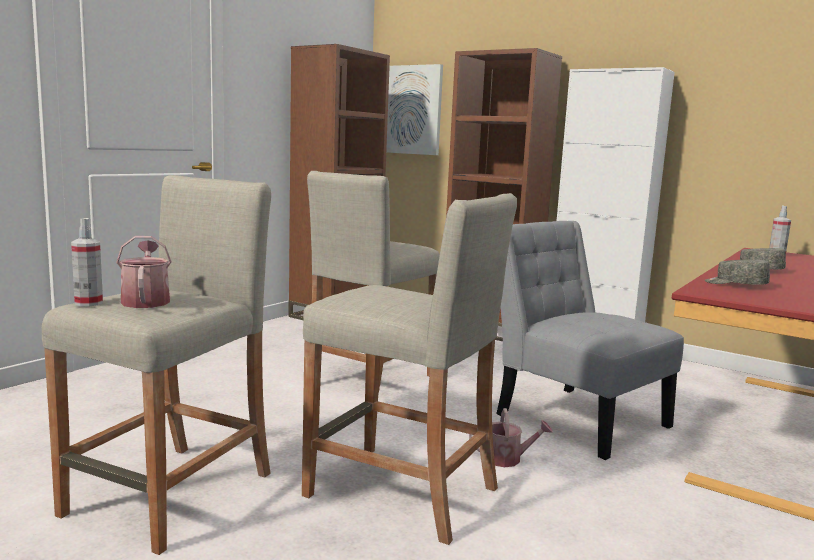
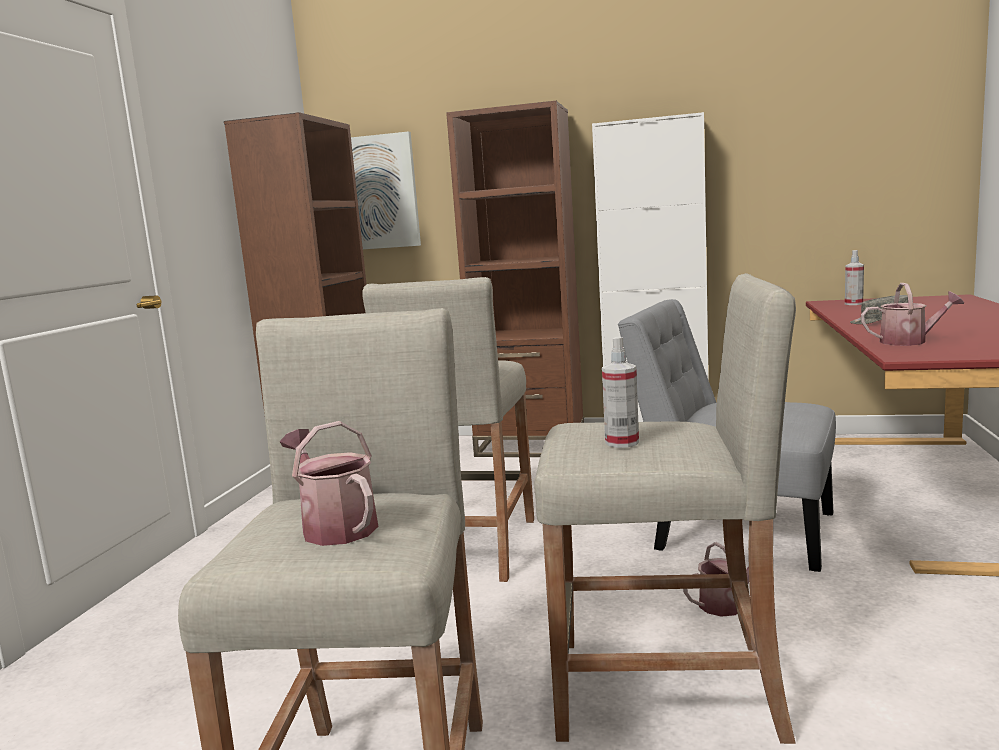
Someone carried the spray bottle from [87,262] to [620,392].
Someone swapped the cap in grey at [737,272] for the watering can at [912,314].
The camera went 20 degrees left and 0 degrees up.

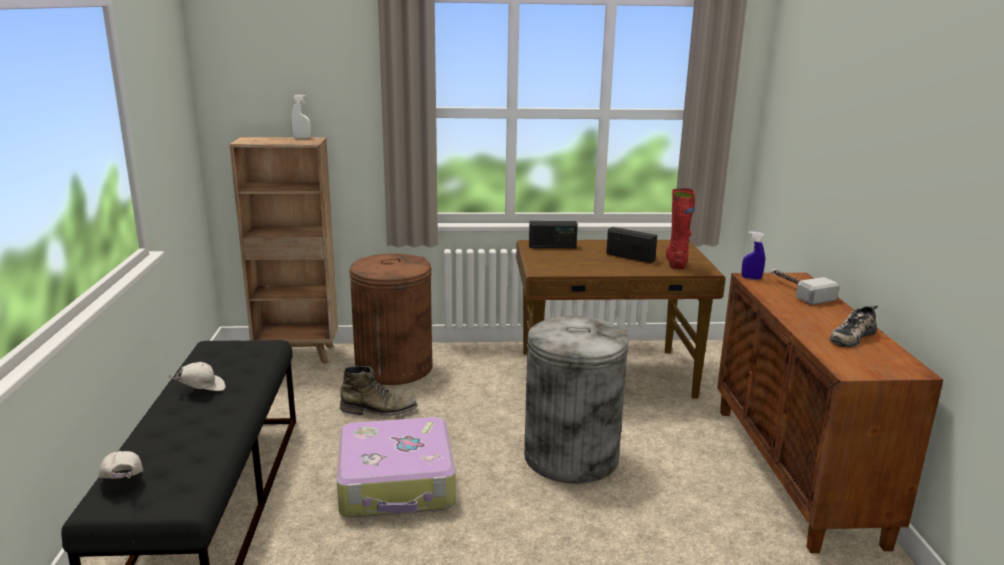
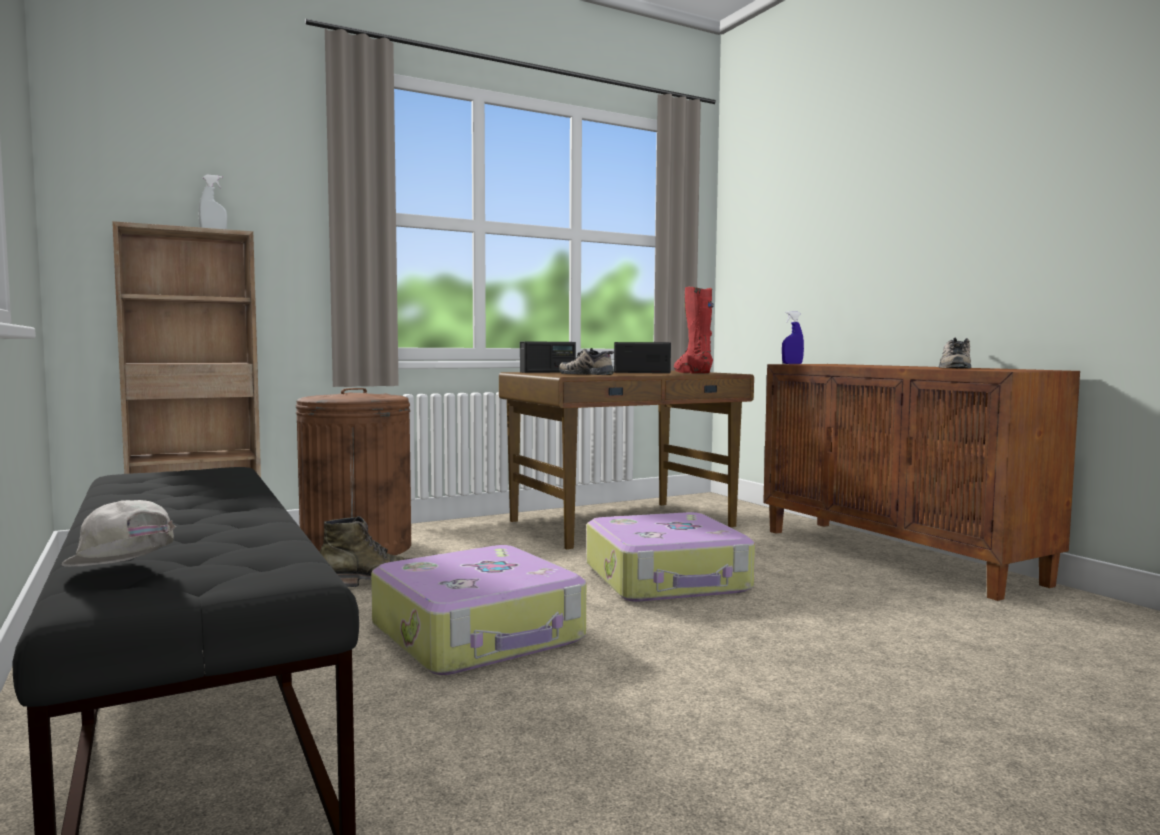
Someone put down the shoe at [586,361].
Someone swapped the trash can in grey at [576,400] for the suitcase at [671,557].
Someone took away the cap in white at [197,376].
Someone took away the hammer at [805,287].
The camera went 25 degrees left and 15 degrees down.

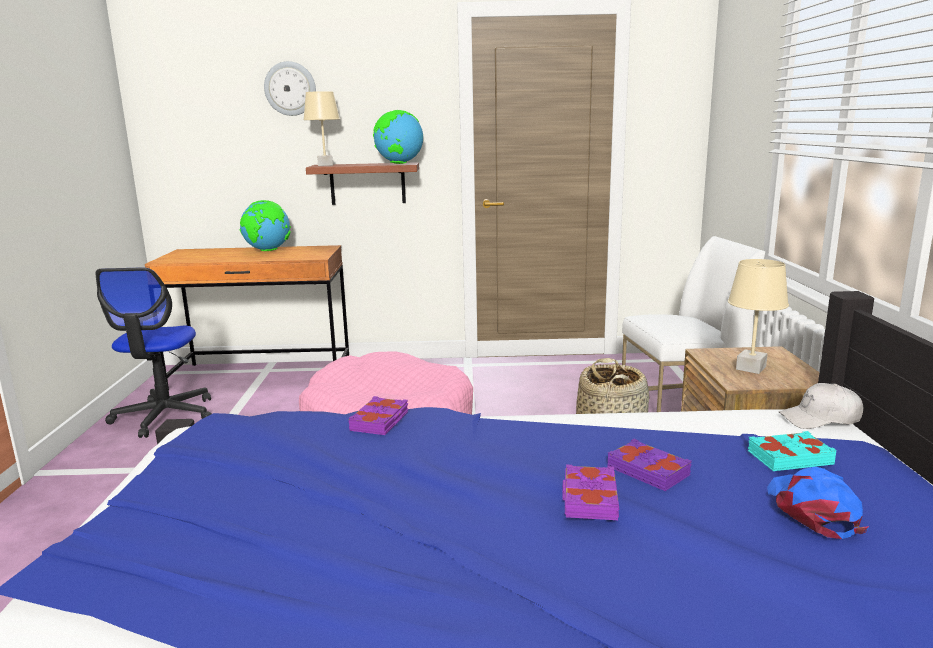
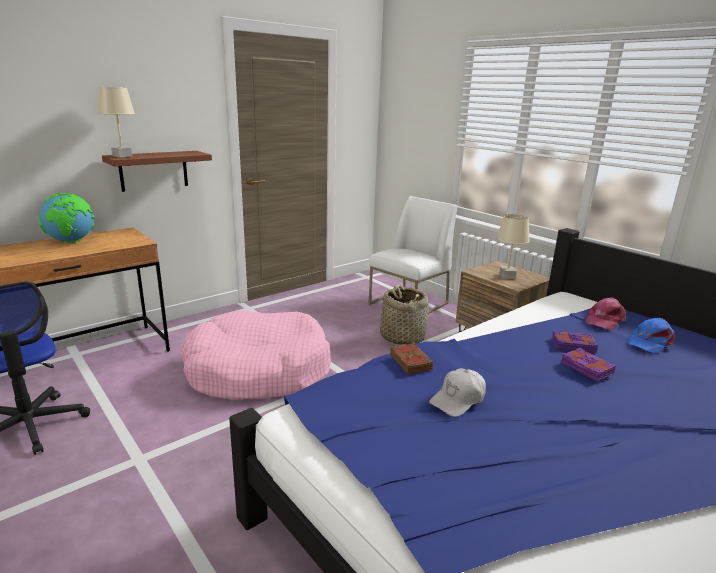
Someone repainted the book in purple at [378,415], which became the book in brown at [411,358].
Someone carried the cap in white from [821,406] to [457,392].
Someone swapped the book in turquoise at [792,451] for the cap in pink at [605,313].
Someone rotated the cap in blue at [818,503] by 90 degrees counterclockwise.
Someone took away the wall clock at [290,88].
Someone took away the globe at [398,137].
The camera went 40 degrees left and 5 degrees up.

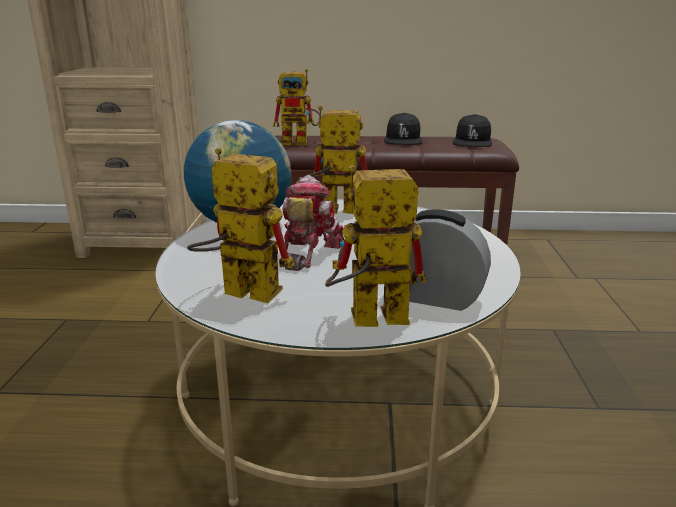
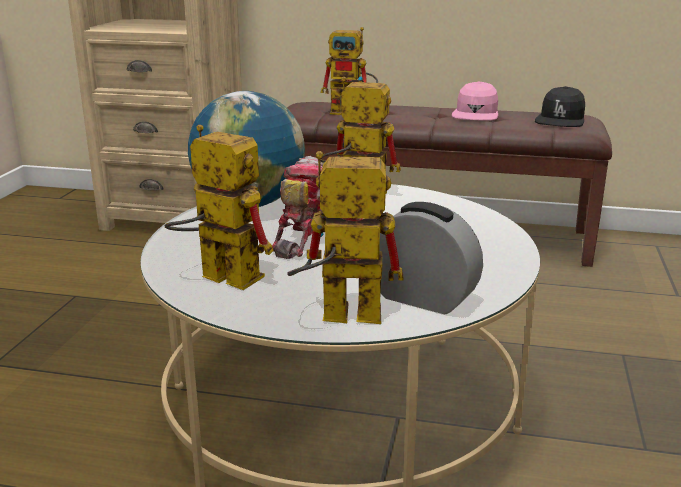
Someone repainted the cap in black at [403,129], which became the cap in pink at [475,101].
The camera went 10 degrees right and 0 degrees up.

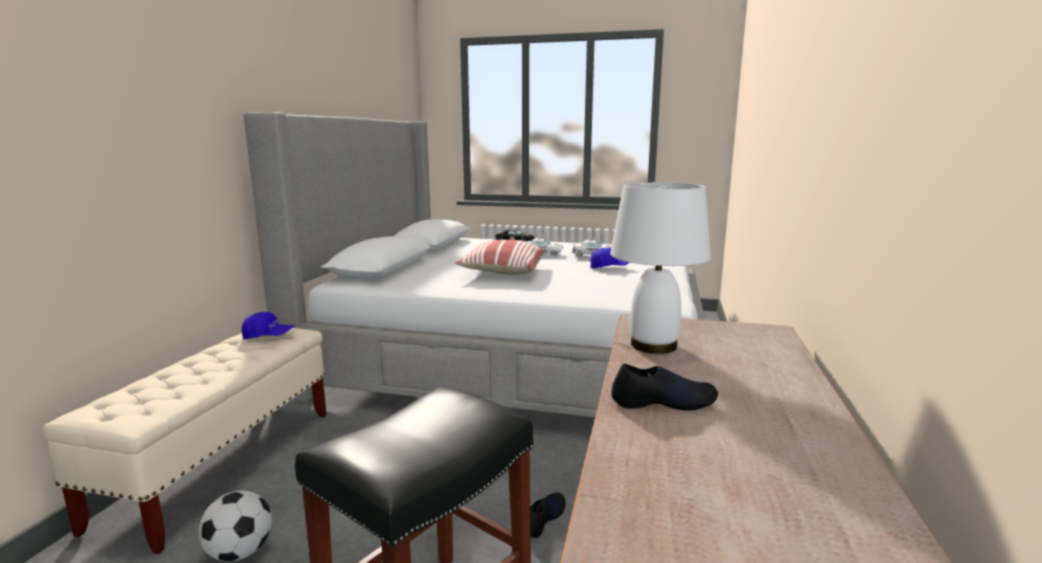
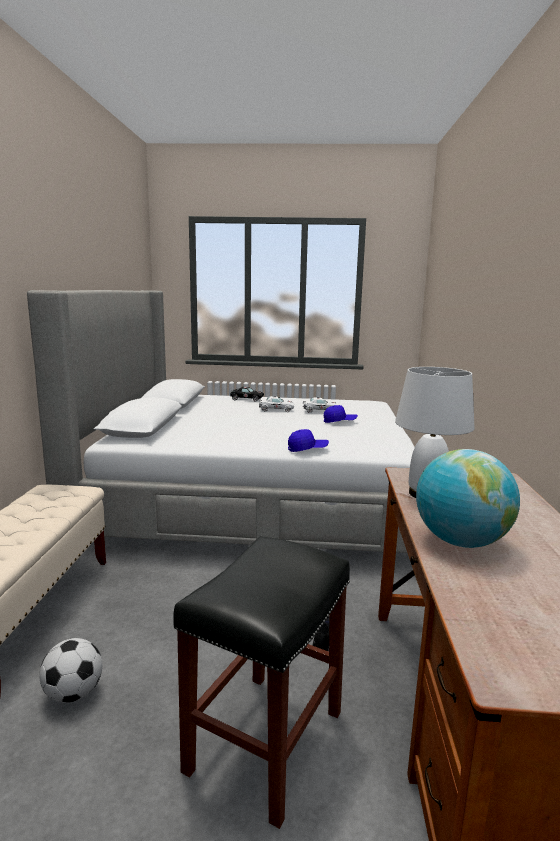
Someone carried the cap in blue from [268,325] to [308,440].
Someone swapped the shoe in black at [664,387] for the globe at [468,498].
Someone took away the pillow at [499,257].
The camera went 10 degrees left and 0 degrees up.

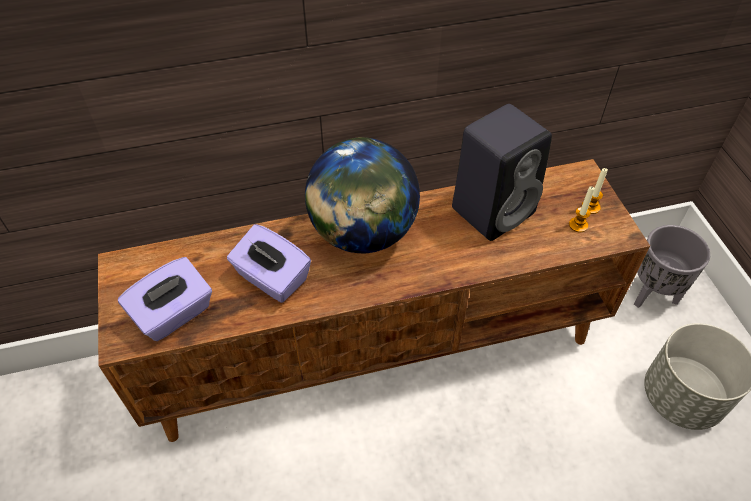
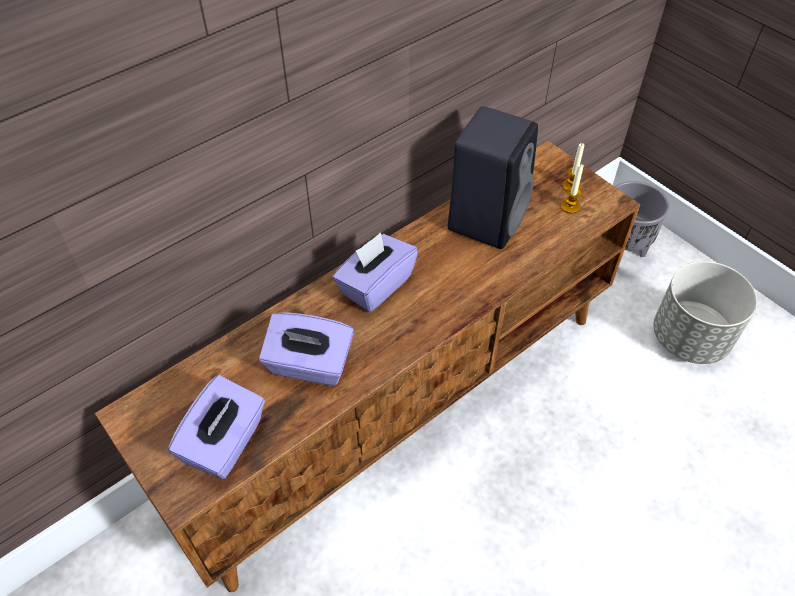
Someone swapped the globe at [362,195] for the tissue box in purple at [375,272].
The camera went 25 degrees left and 0 degrees up.

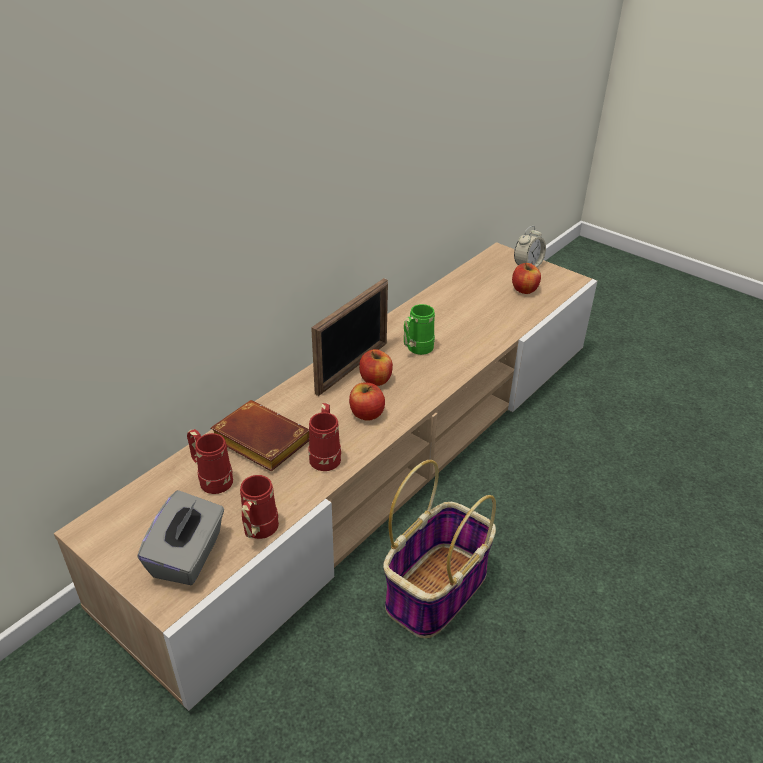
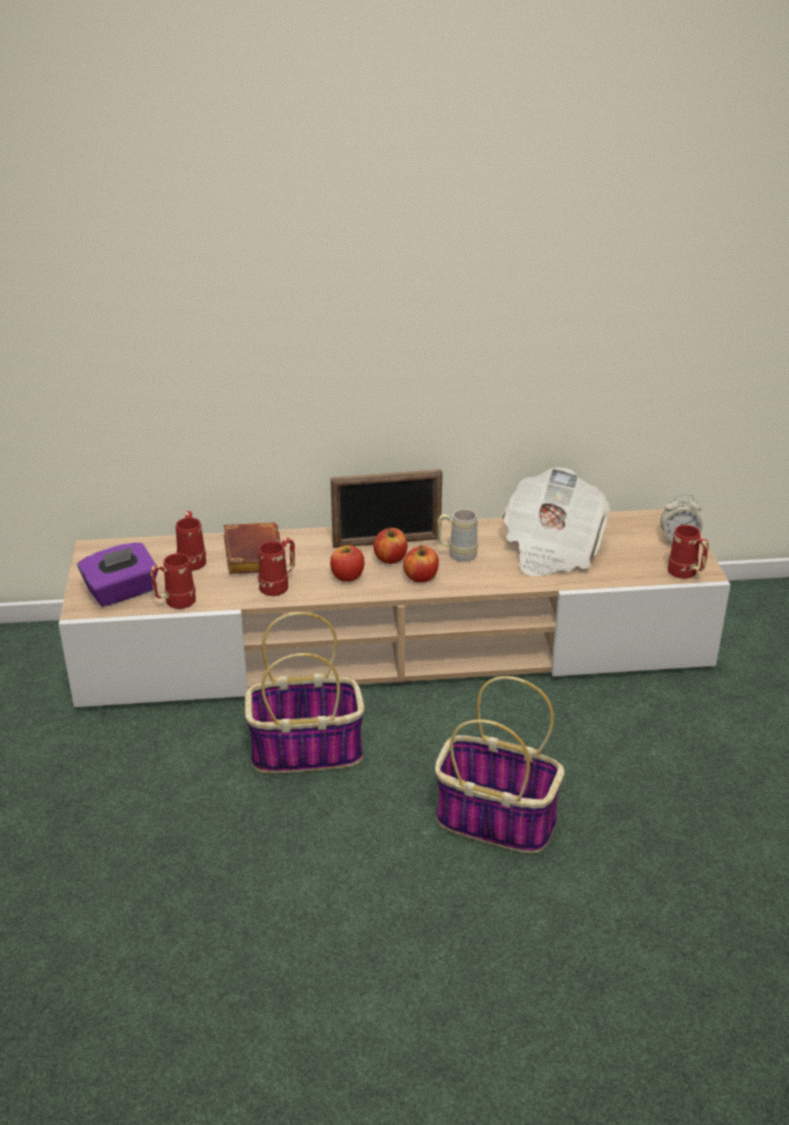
Someone repainted the tissue box in grey at [180,537], which became the tissue box in purple at [118,575].
Someone carried the apple from [526,278] to [421,563].
Someone put down the basket at [500,765].
Someone repainted the mug in green at [419,329], which became the mug in beige at [457,535].
Someone put down the newspaper at [556,521].
Someone put down the mug in red at [688,552].
The camera went 45 degrees right and 5 degrees down.

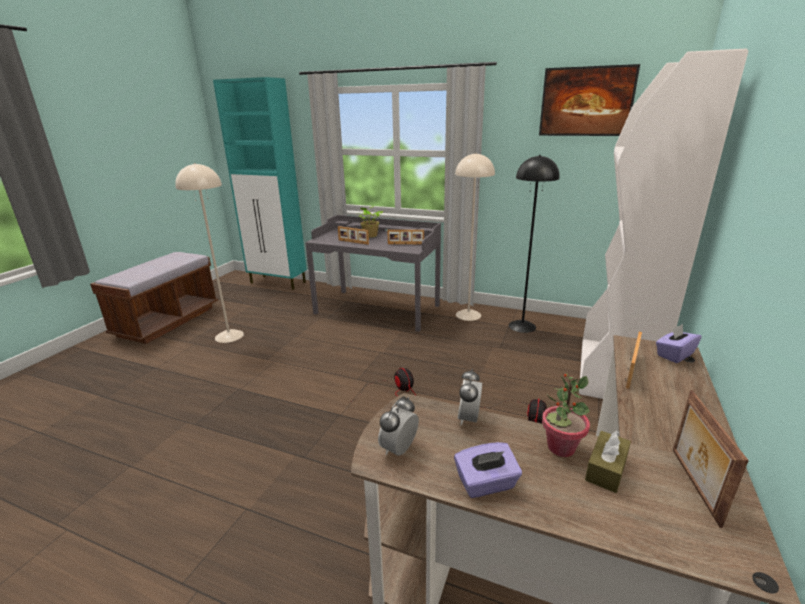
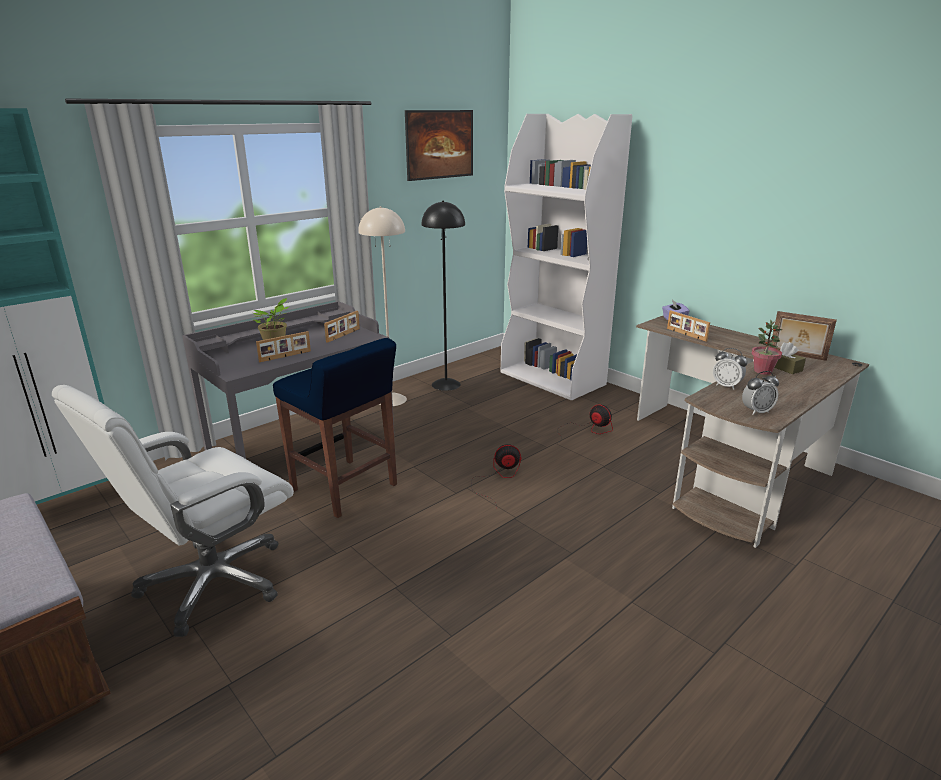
Someone swapped the floor lamp in beige at [209,253] for the office chair in white at [173,511].
Someone put down the stool in blue at [335,428].
Someone rotated the alarm clock at [398,426] by 75 degrees counterclockwise.
Someone took away the tissue box in purple at [488,470].
The camera went 65 degrees left and 0 degrees up.

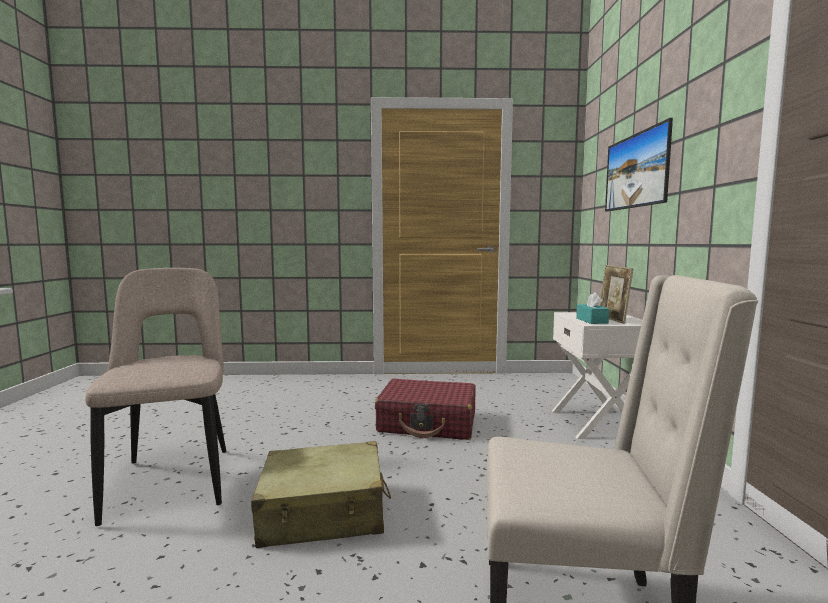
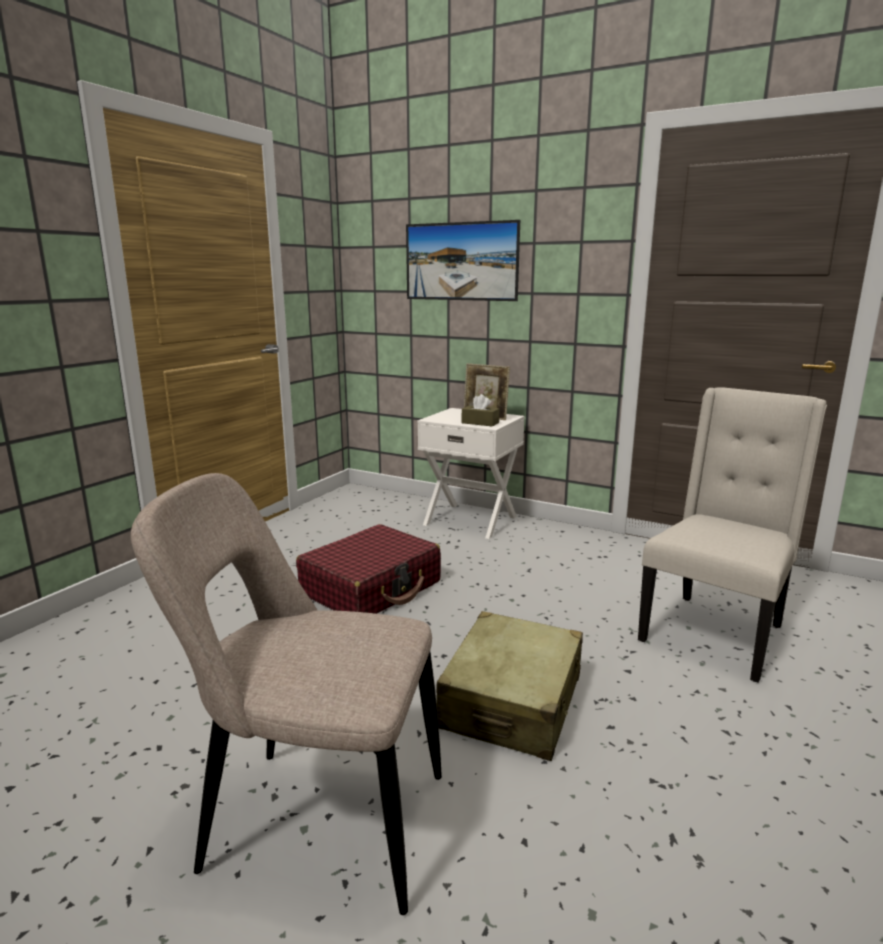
Someone repainted the tissue box in turquoise at [592,308], which became the tissue box in brown at [480,410].
The camera went 60 degrees left and 10 degrees up.

